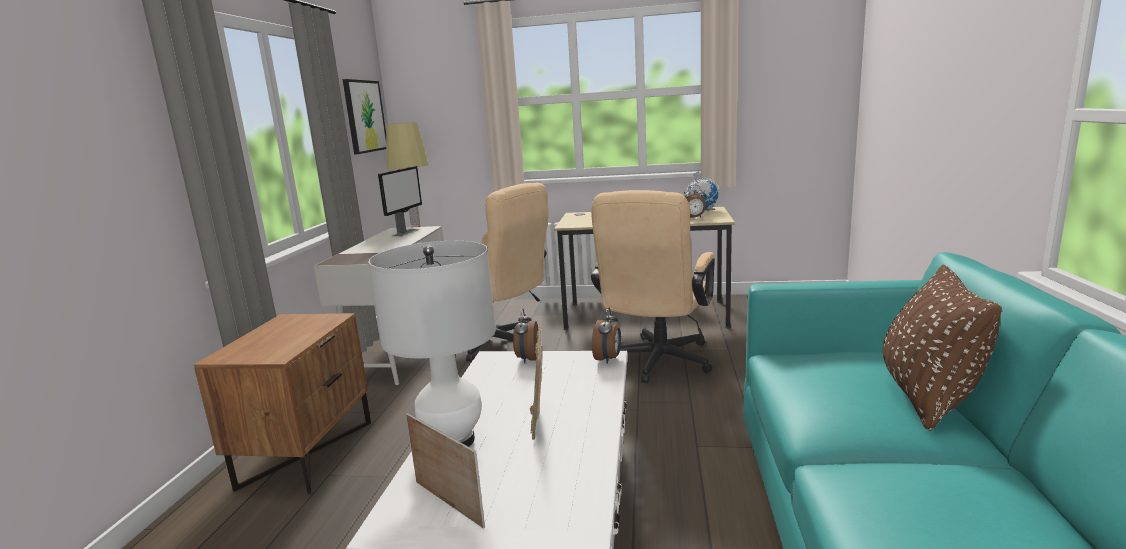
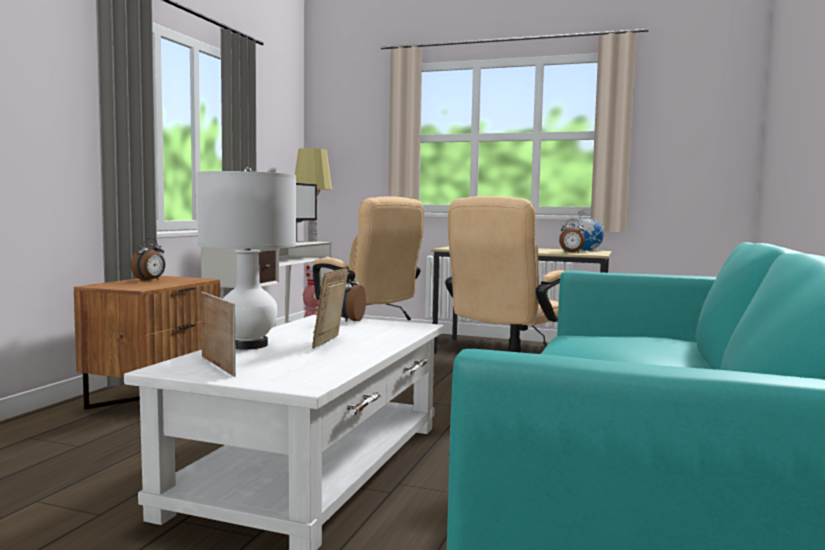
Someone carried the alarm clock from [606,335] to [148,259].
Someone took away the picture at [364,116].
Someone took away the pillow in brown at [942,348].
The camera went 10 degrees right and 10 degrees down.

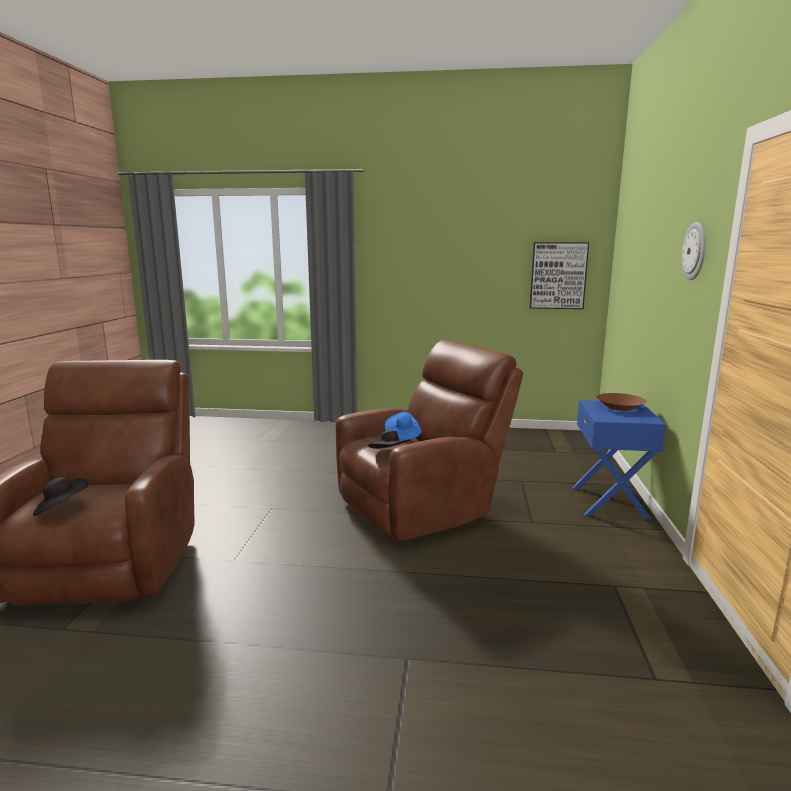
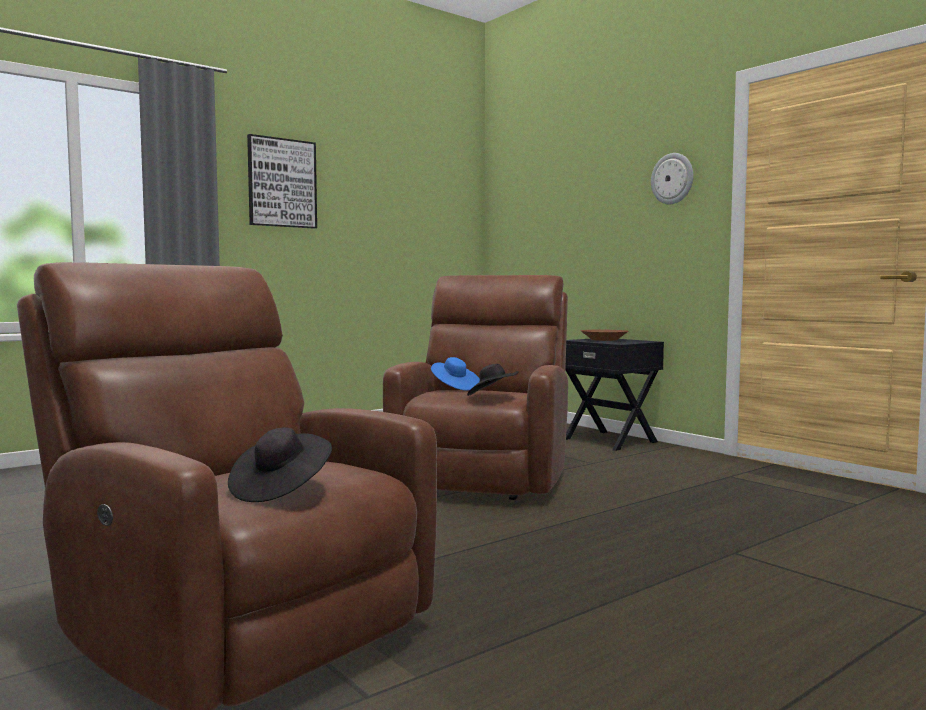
Someone carried the picture from [559,275] to [282,181].
Someone repainted the nightstand in blue at [619,459], which became the nightstand in black at [614,395].
The camera went 45 degrees left and 10 degrees down.

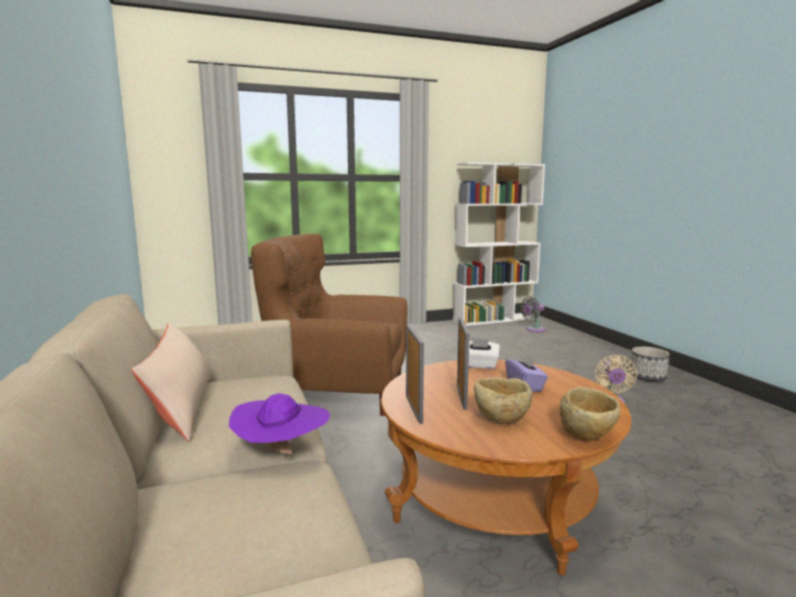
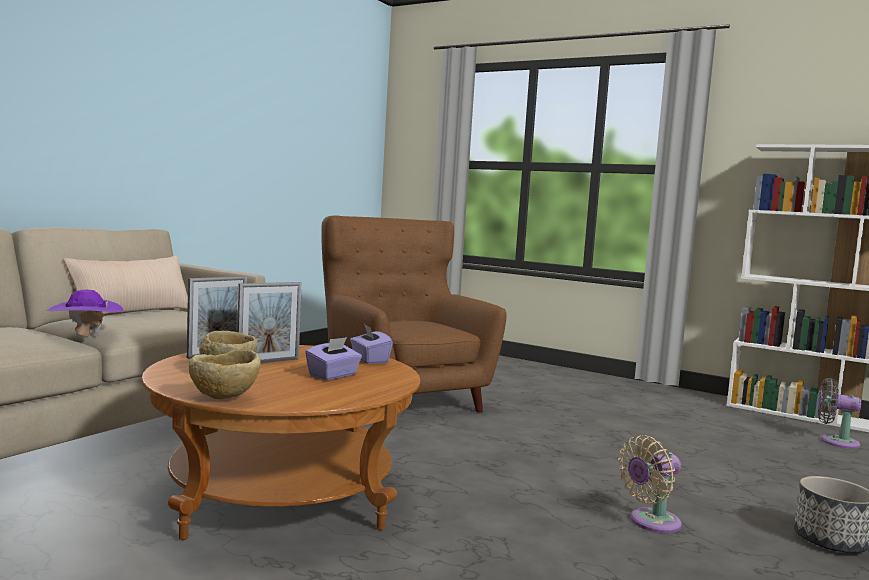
Someone repainted the tissue box in white at [484,353], which became the tissue box in purple at [371,344].
The camera went 50 degrees right and 5 degrees down.

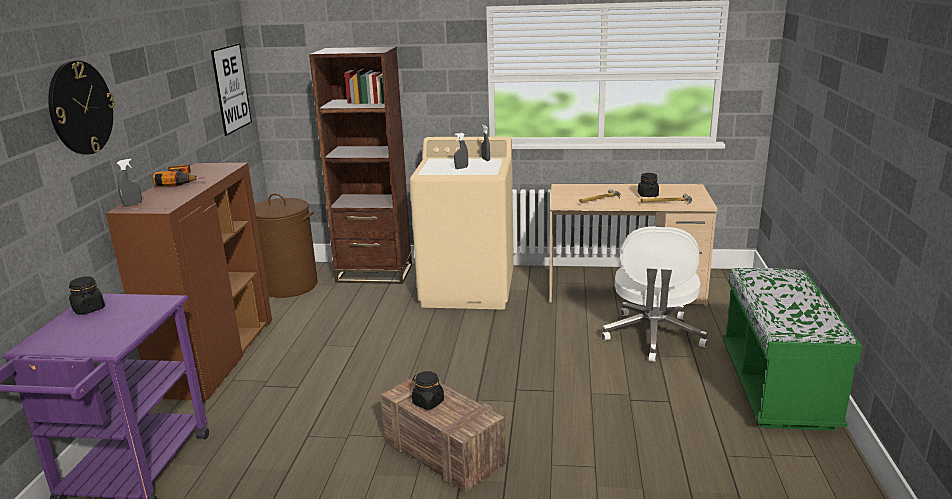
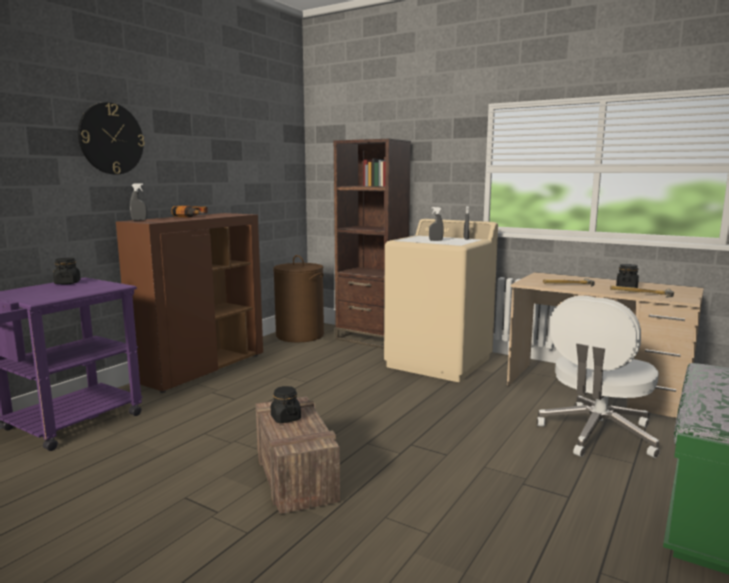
Someone took away the picture at [231,89].
The camera went 25 degrees right and 10 degrees down.

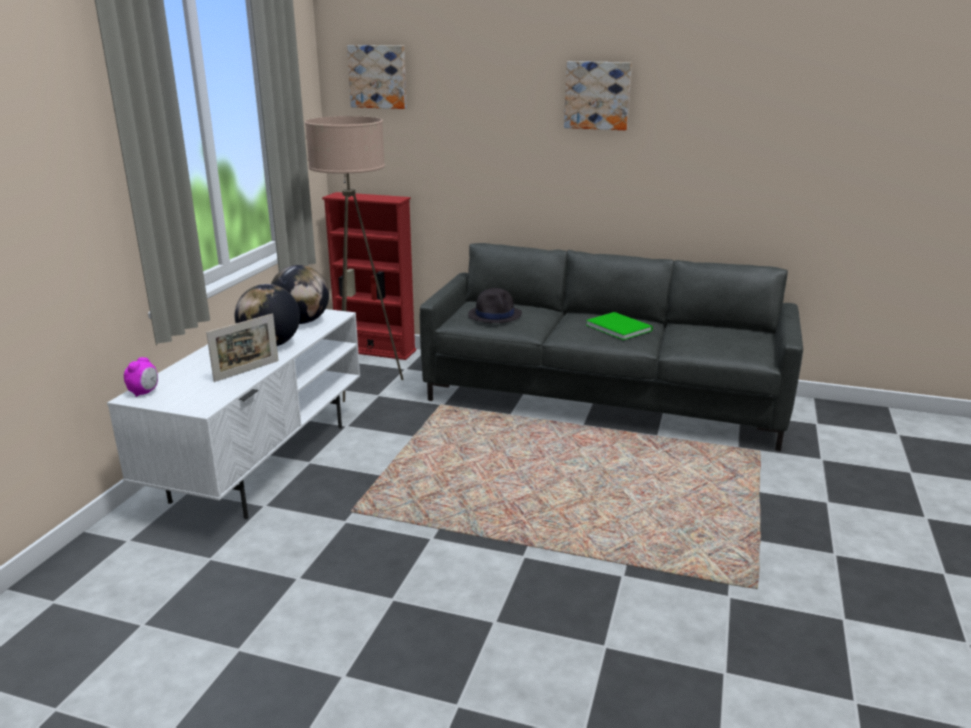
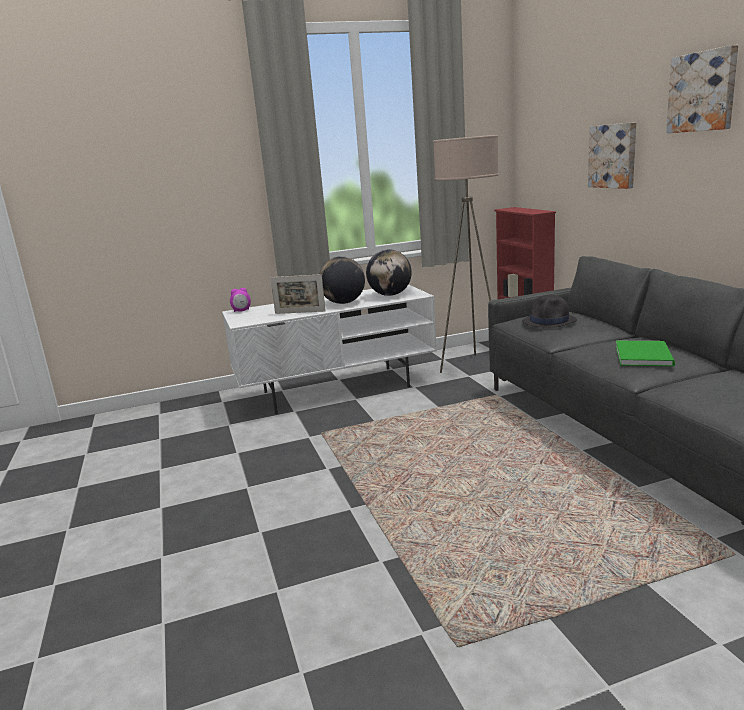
Someone carried the picture from [377,77] to [612,155].
The camera went 55 degrees right and 5 degrees down.

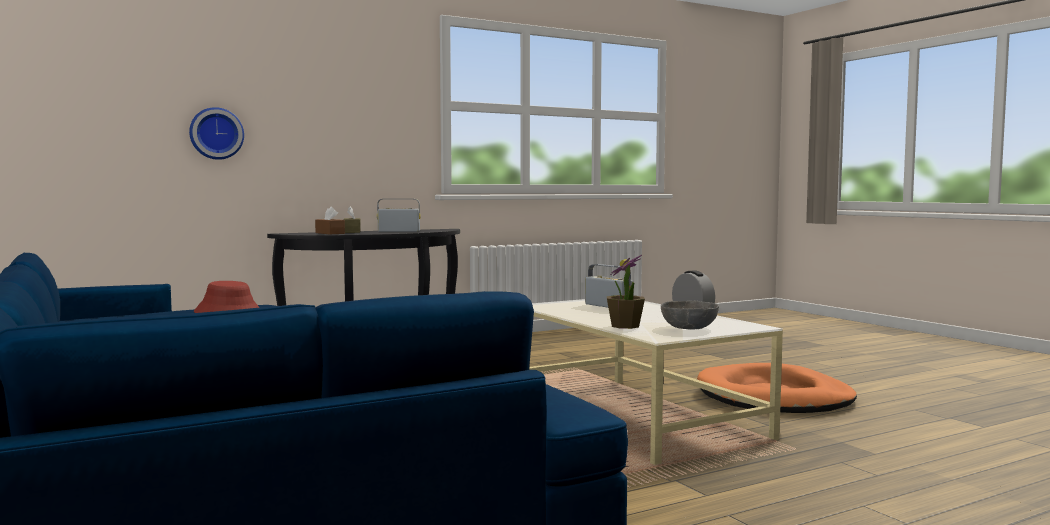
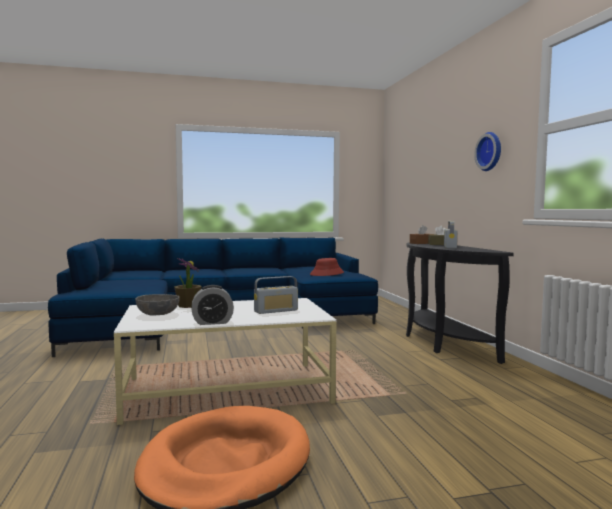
Someone carried the wall clock from [216,133] to [487,151].
The camera went 105 degrees right and 0 degrees up.

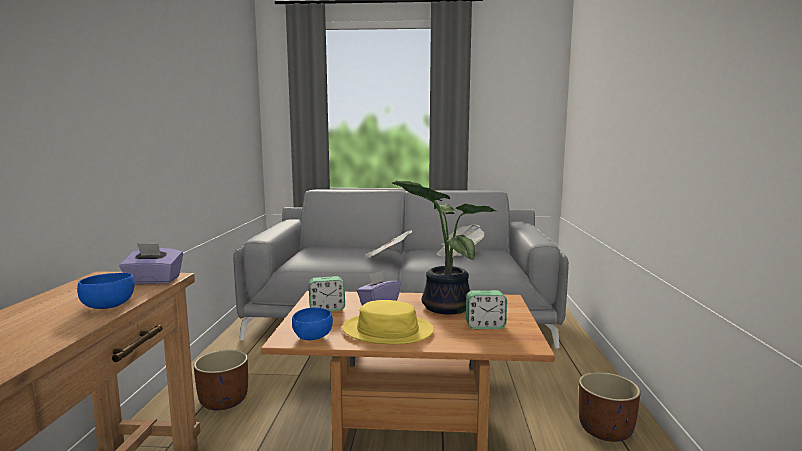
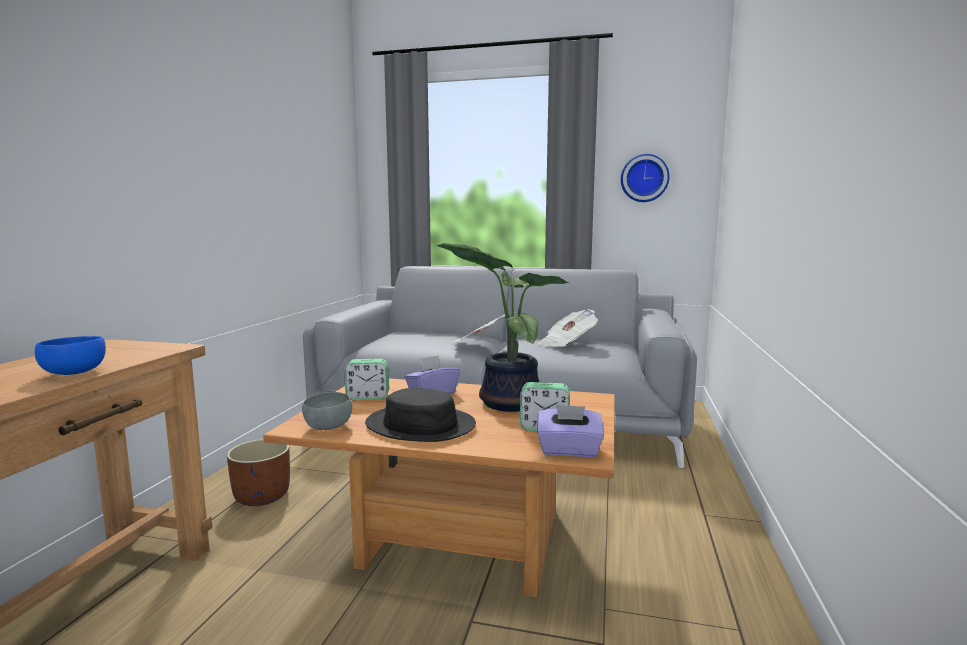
Someone repainted the bowl in blue at [312,323], which became the bowl in grey at [327,411].
Someone repainted the hat in yellow at [388,322], which became the hat in black at [420,415].
Someone carried the tissue box in purple from [151,263] to [570,430].
Someone put up the wall clock at [645,178].
Someone took away the planter in brown at [609,407].
The camera went 10 degrees right and 0 degrees up.

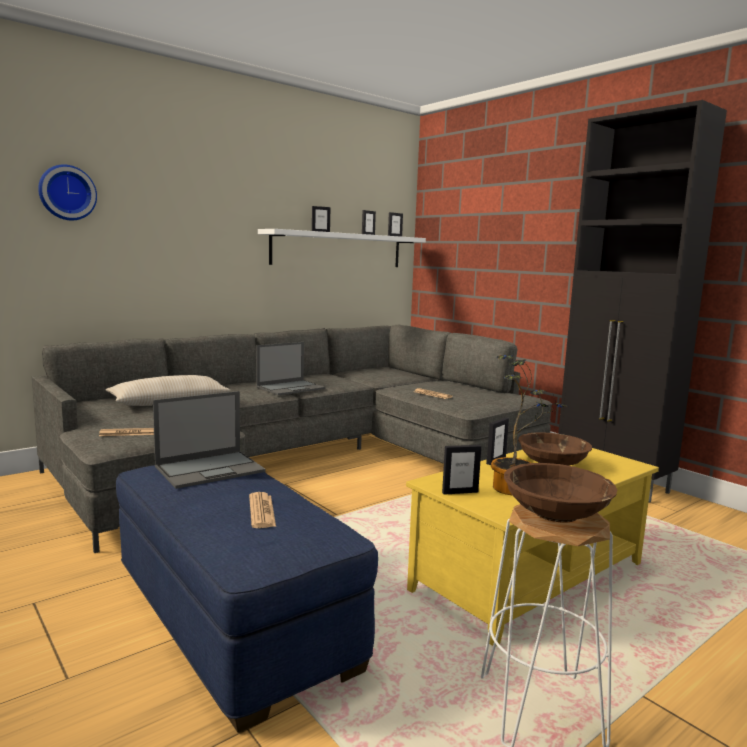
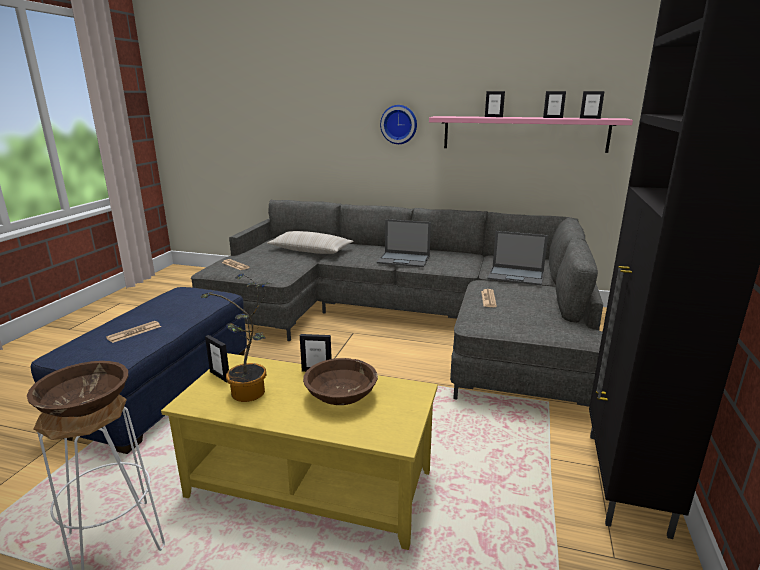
Someone carried the wall clock from [67,193] to [398,124].
Someone repainted the shelf in white at [342,248], which became the shelf in pink at [531,134].
Someone carried the laptop from [209,440] to [517,258].
The camera went 55 degrees right and 10 degrees up.

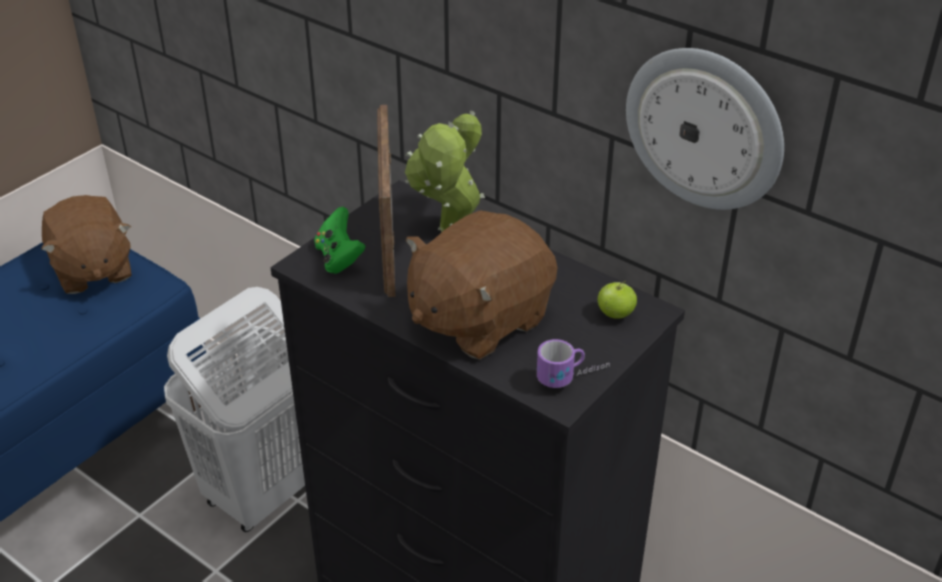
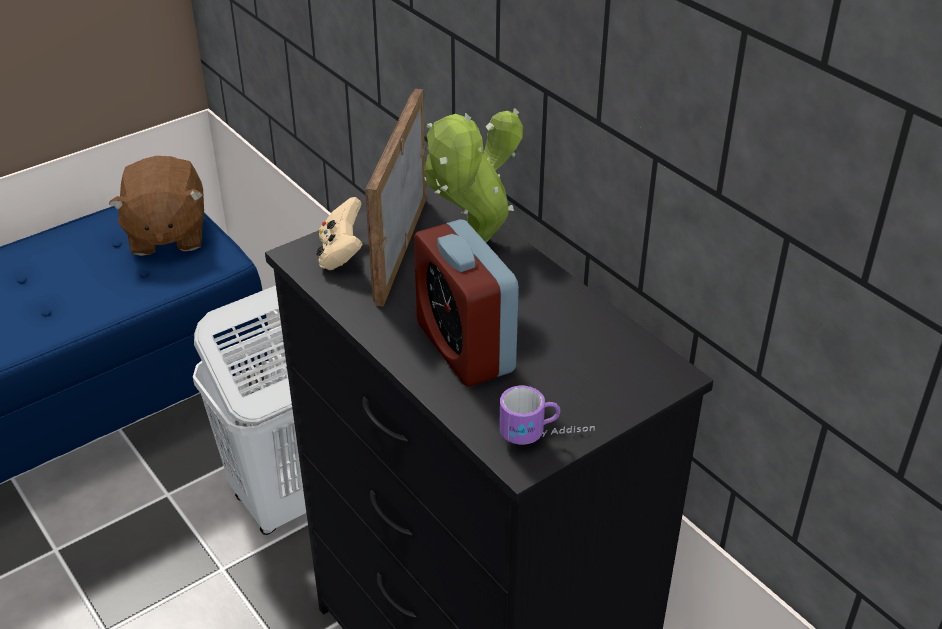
Someone repainted the game controller in green at [340,240], which became the game controller in beige at [340,233].
Someone swapped the plush toy in brown at [481,285] for the alarm clock at [466,303].
Someone took away the apple at [617,300].
Someone took away the wall clock at [705,129].
The camera went 15 degrees right and 0 degrees up.

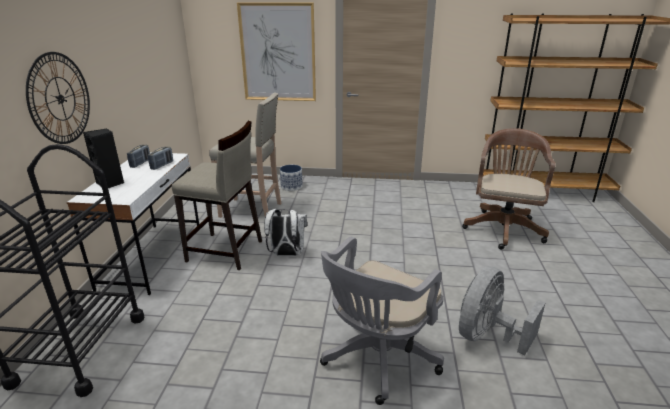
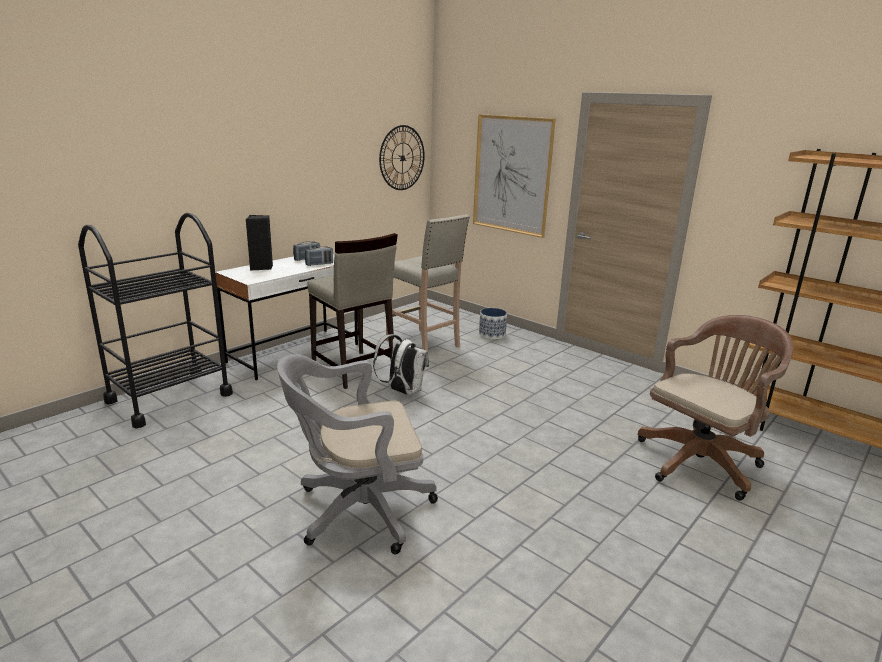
Someone carried the wall clock from [58,98] to [402,157].
Someone took away the fan in grey at [502,310].
The camera went 35 degrees right and 5 degrees down.

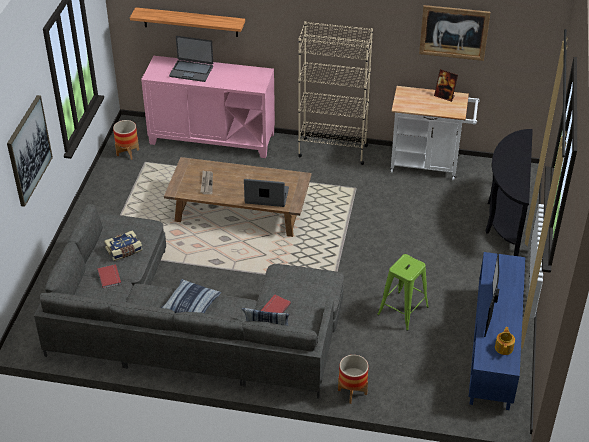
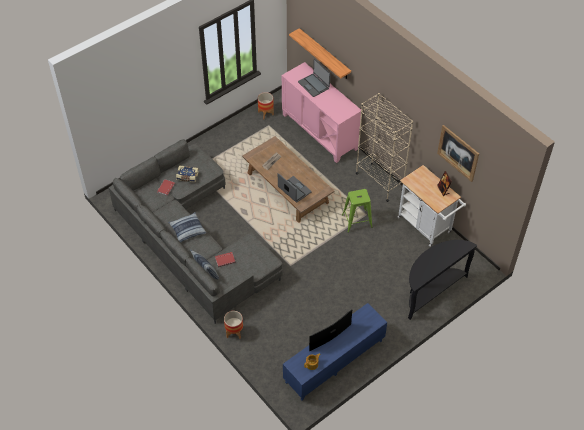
Someone carried the stool in green from [403,292] to [357,211].
Someone took away the picture at [30,151].
The camera went 40 degrees right and 10 degrees up.

